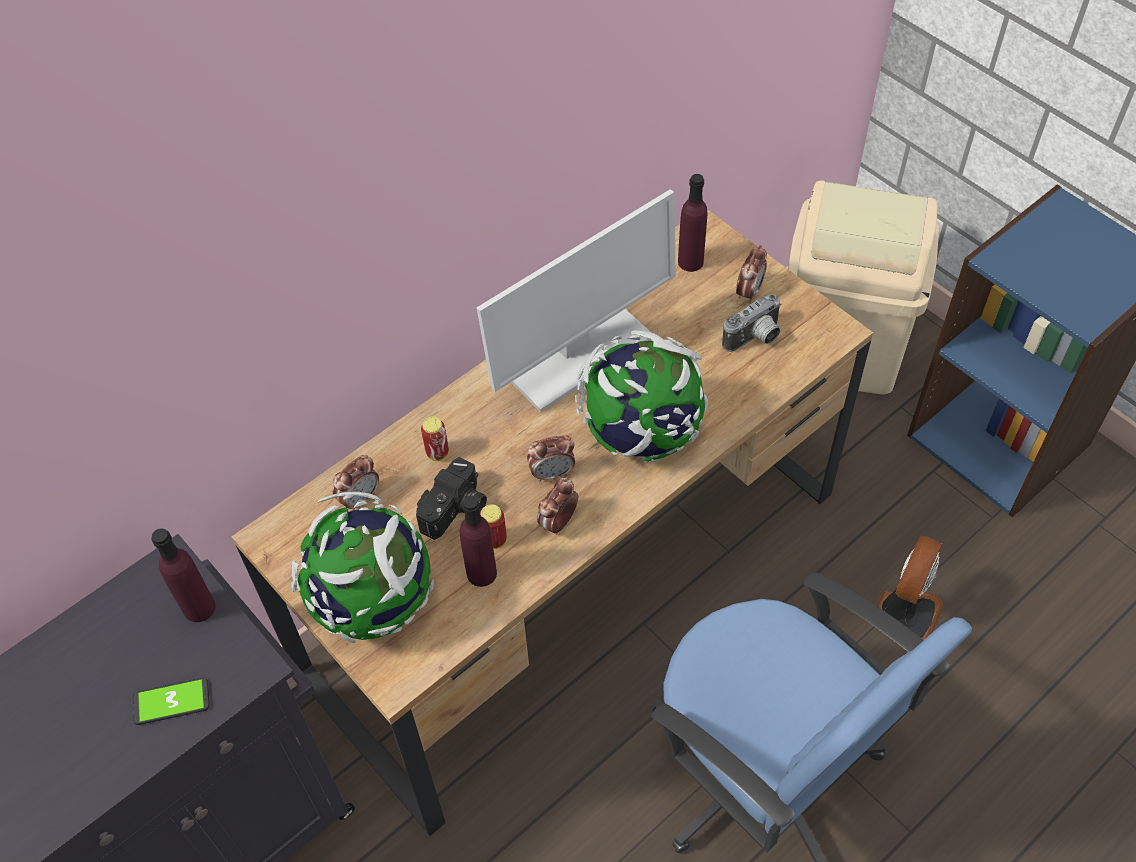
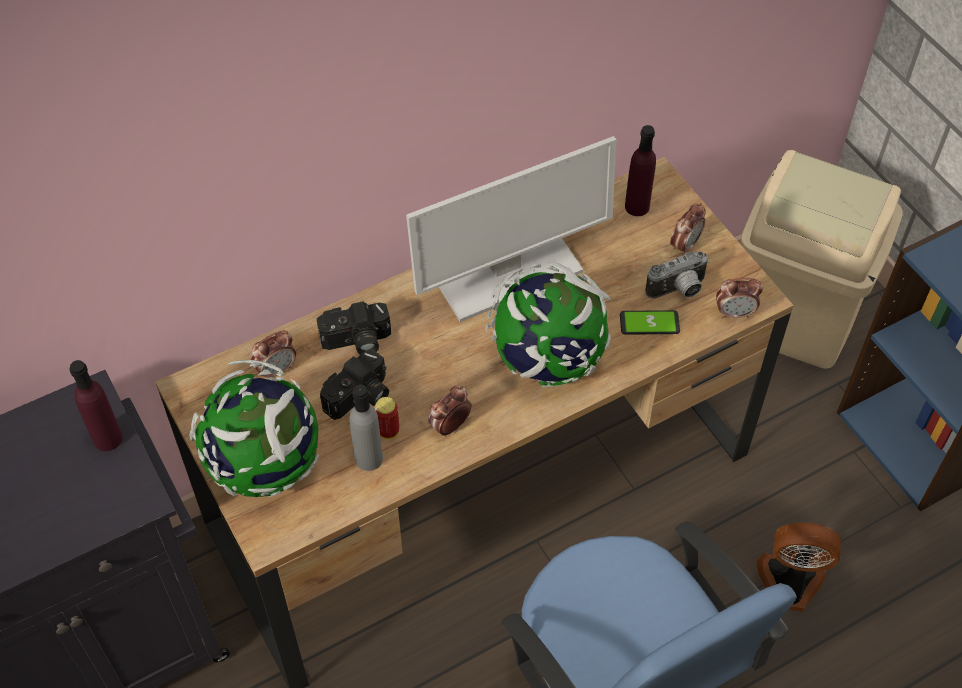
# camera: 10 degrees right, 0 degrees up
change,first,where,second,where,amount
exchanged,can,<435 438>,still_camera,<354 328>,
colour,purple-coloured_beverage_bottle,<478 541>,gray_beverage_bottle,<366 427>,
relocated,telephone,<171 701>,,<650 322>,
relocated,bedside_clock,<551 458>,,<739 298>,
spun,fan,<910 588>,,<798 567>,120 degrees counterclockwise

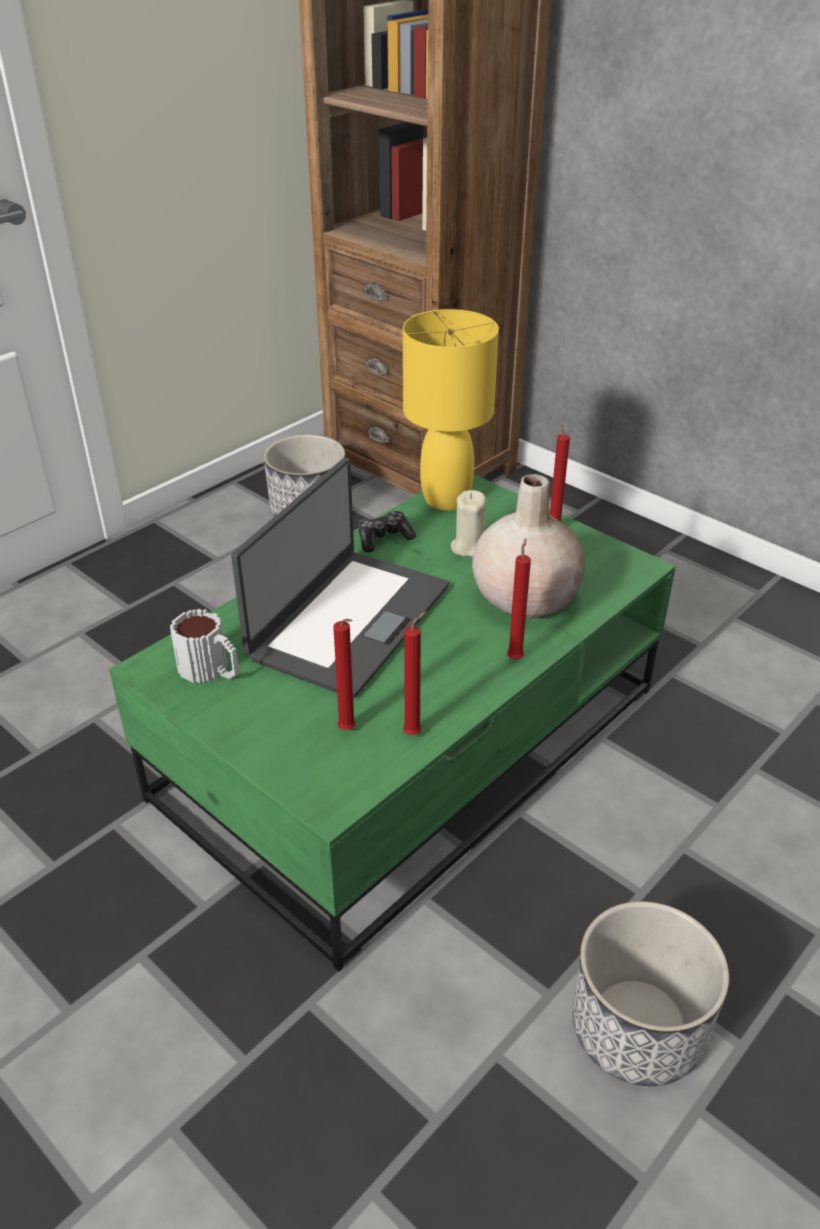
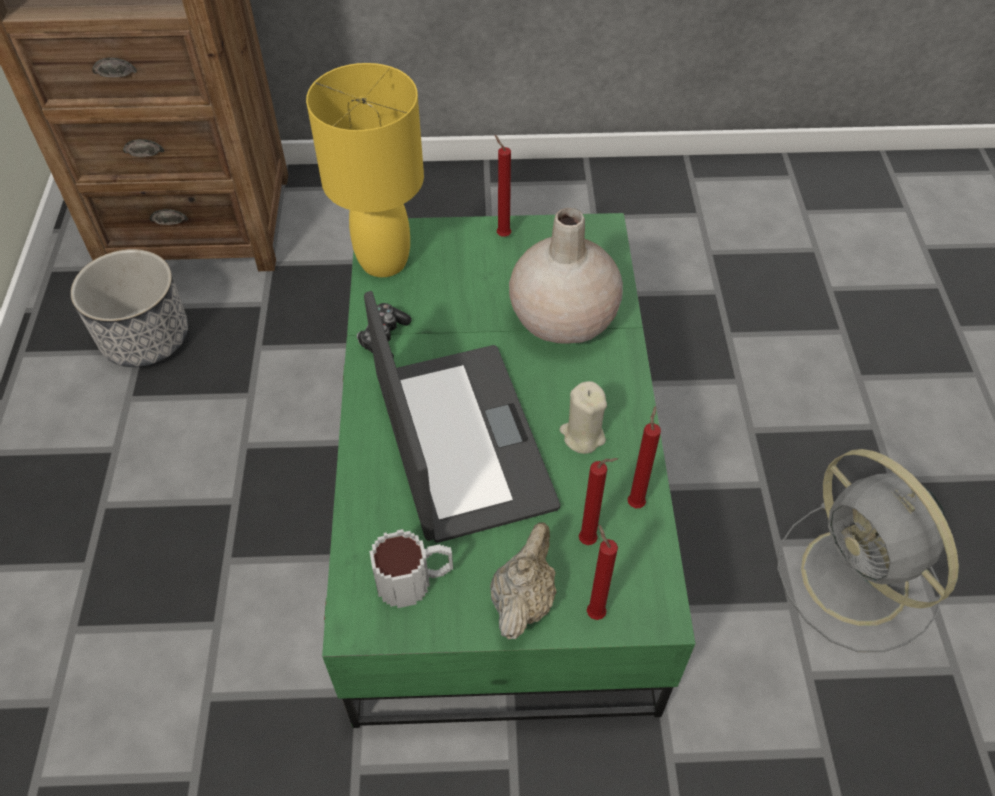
# camera: 45 degrees left, 15 degrees up
change,first,where,second,where,amount
appeared,,,beige-coloured_tea_pot,<523 580>,
relocated,beige-coloured_wax_candle,<468 523>,,<583 417>,
relocated,red_wax_candle,<519 599>,,<602 572>,
exchanged,plant_pot,<651 993>,gray_fan,<868 550>,

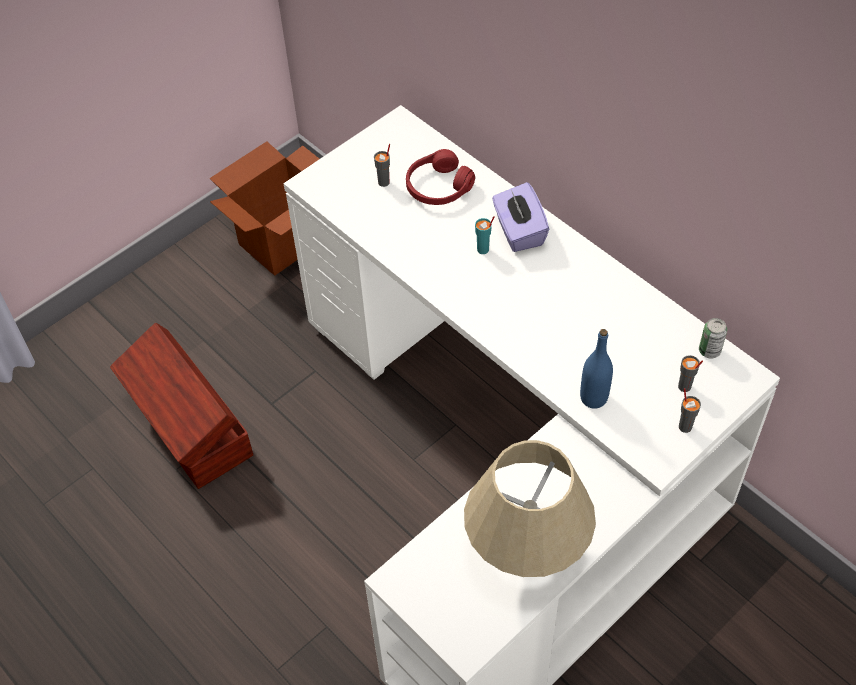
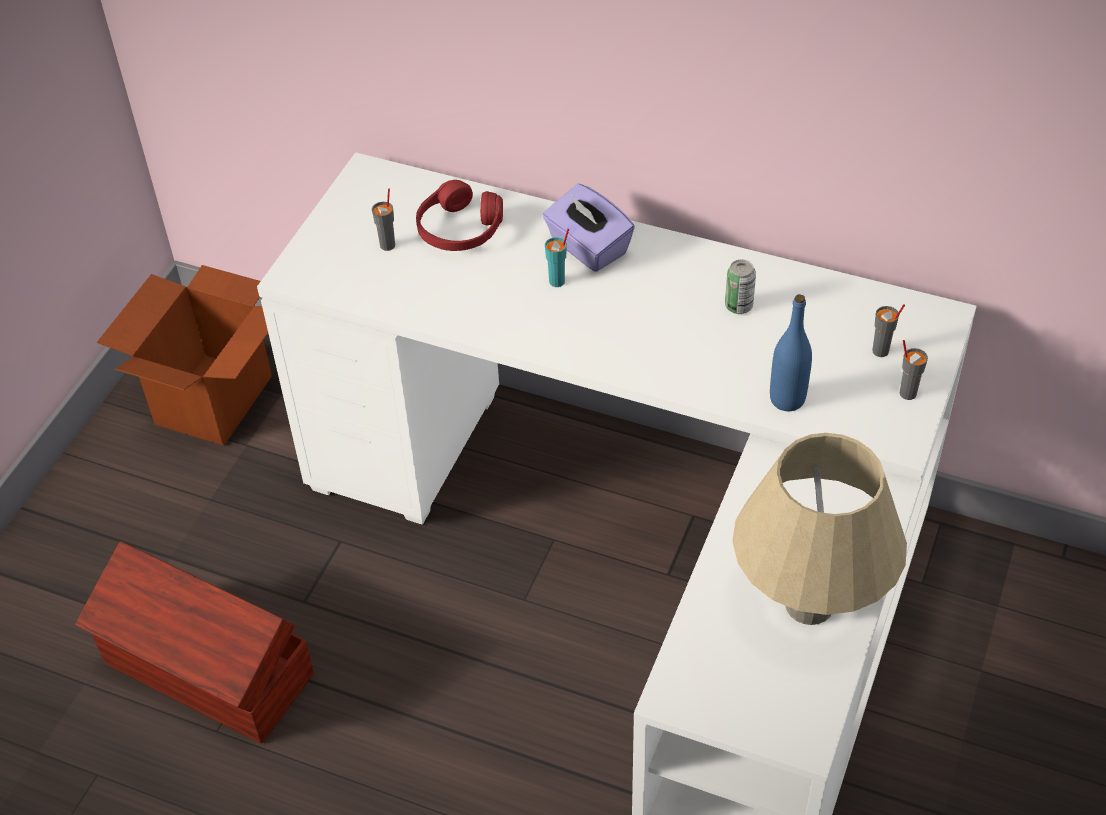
# camera: 25 degrees left, 5 degrees down
change,first,where,second,where,amount
relocated,can,<713 338>,,<740 287>,

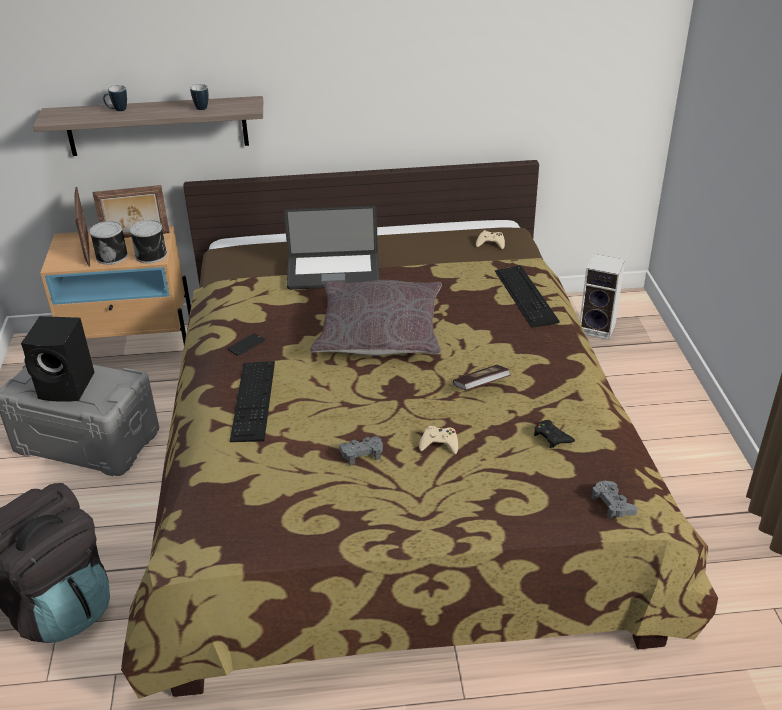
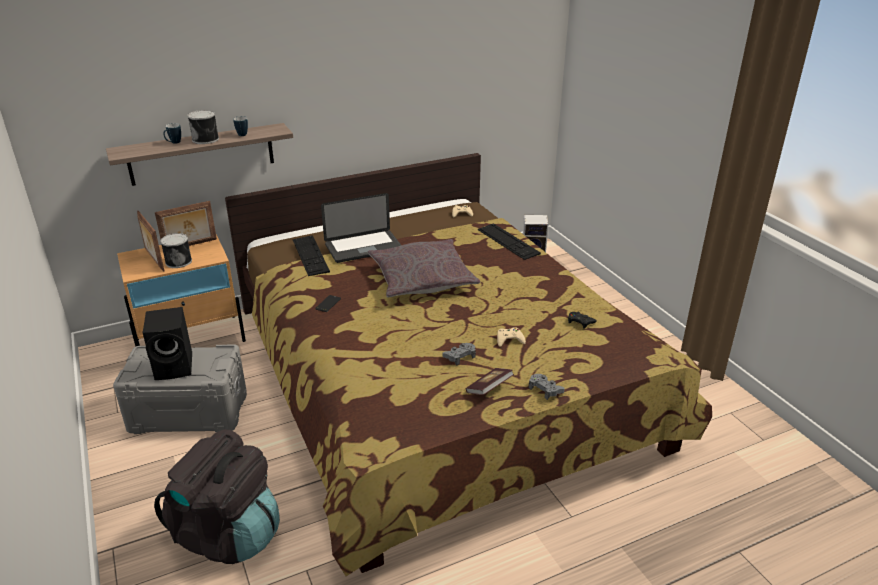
# camera: 20 degrees left, 5 degrees down
change,first,where,second,where,amount
relocated,can,<148 241>,,<203 127>,
relocated,keyboard,<252 401>,,<311 255>,
relocated,bound_book,<482 377>,,<490 381>,
relocated,gray_joypad,<614 500>,,<547 387>,

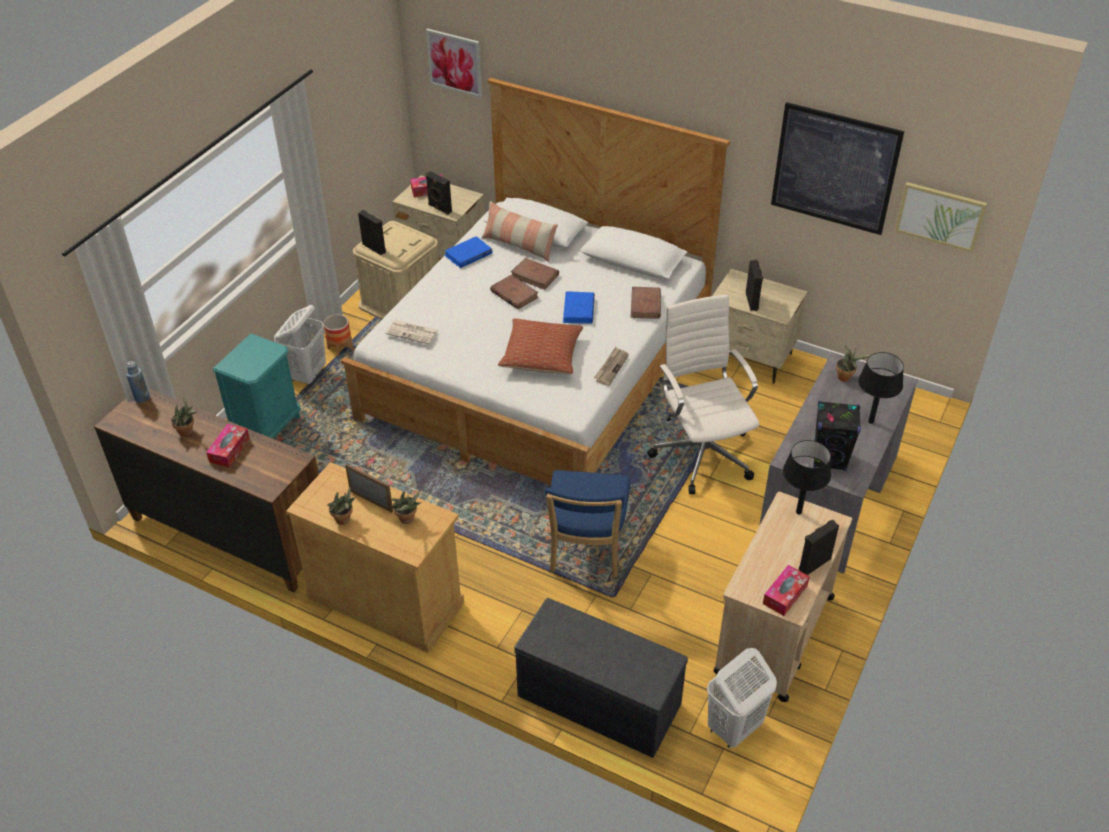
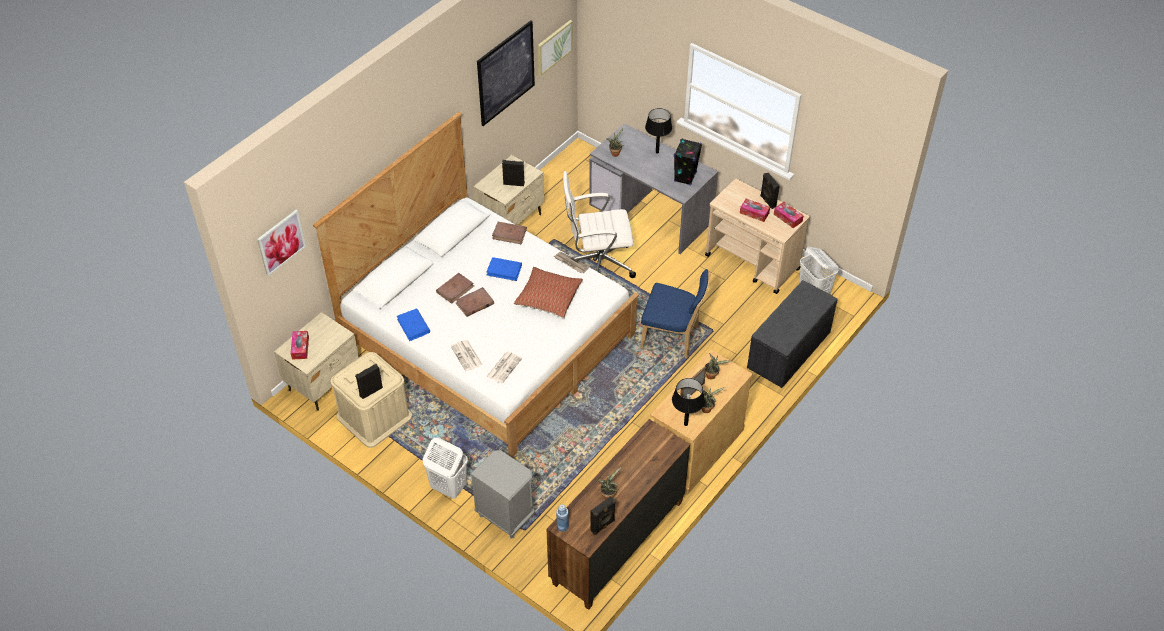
# camera: 80 degrees left, 5 degrees up
change,first,where,second,where,amount
appeared,,,printed_paper,<467 355>,
colour,turquoise_nightstand,<257 386>,gray_nightstand,<502 494>,
relocated,black_loudspeaker,<439 193>,,<602 515>,
relocated,black_table_lamp,<807 477>,,<688 402>,
relocated,box_of_tissues,<228 445>,,<755 210>,
missing,plant_pot,<338 335>,,,
missing,throw_pillow,<519 231>,,,

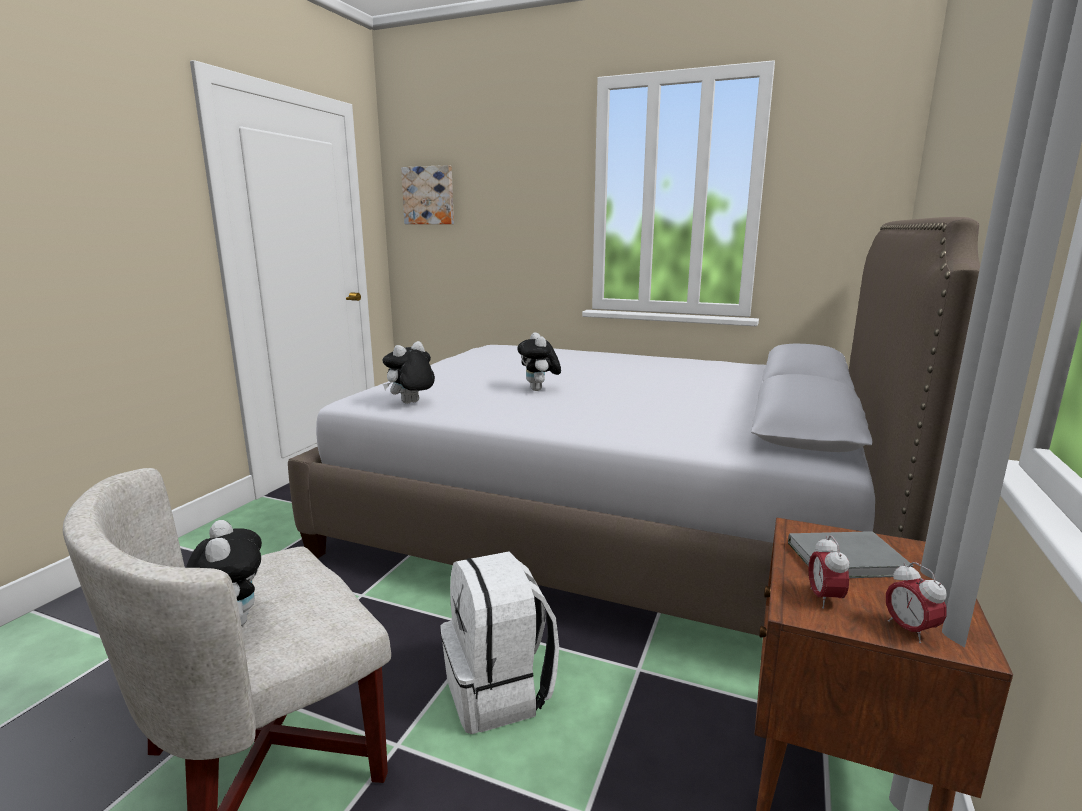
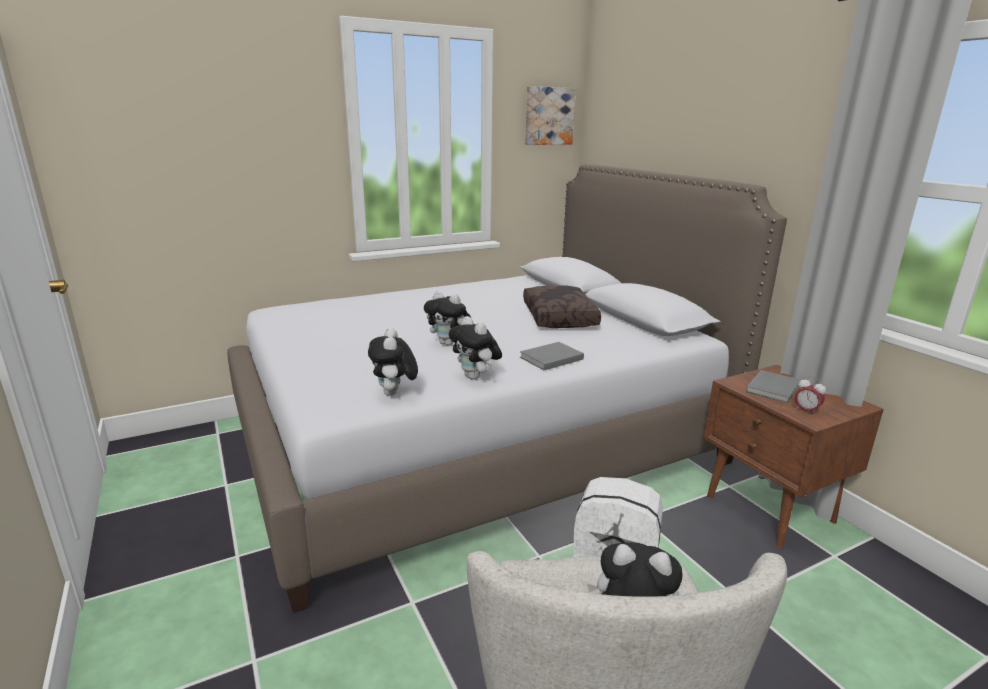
# camera: 50 degrees left, 5 degrees up
change,first,where,second,where,amount
appeared,,,plush_toy,<475 348>,
appeared,,,gray_bound_book,<552 356>,
appeared,,,brown_throw_pillow,<562 306>,
relocated,picture,<427 194>,,<550 115>,
missing,bedside_clock,<916 603>,,,

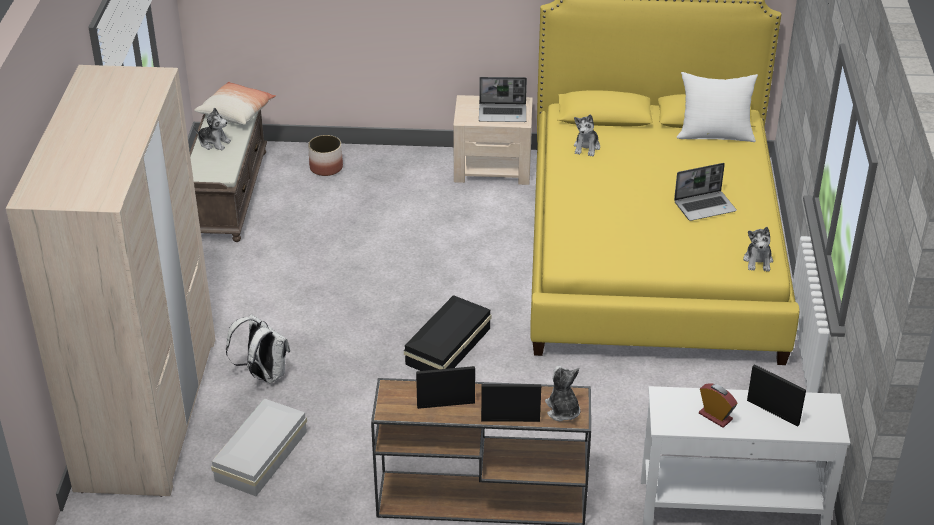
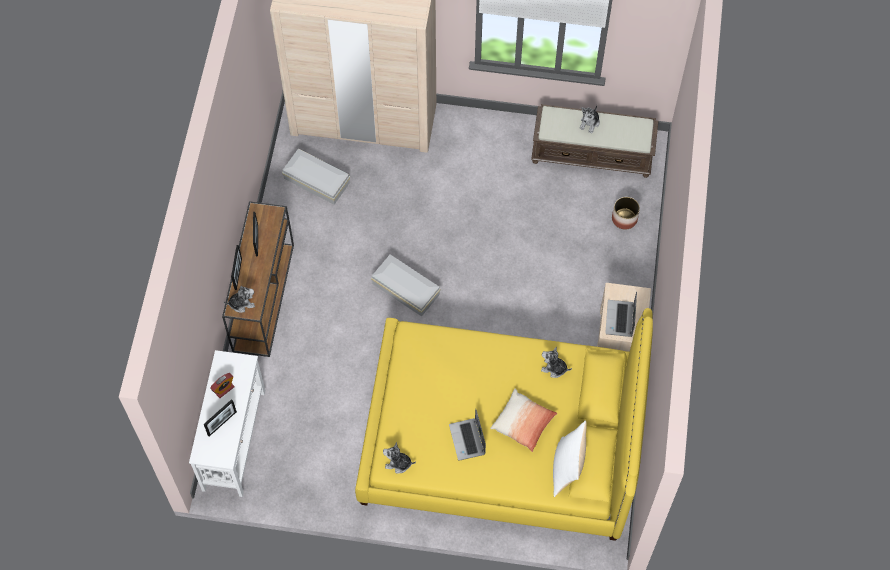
# camera: 95 degrees right, 25 degrees up
change,first,where,second,where,amount
colour,black_storage_container,<448 333>,whitish_storage_container,<406 286>,
relocated,throw_pillow,<235 103>,,<523 420>,
missing,whitish_knapsack,<258 349>,,,

